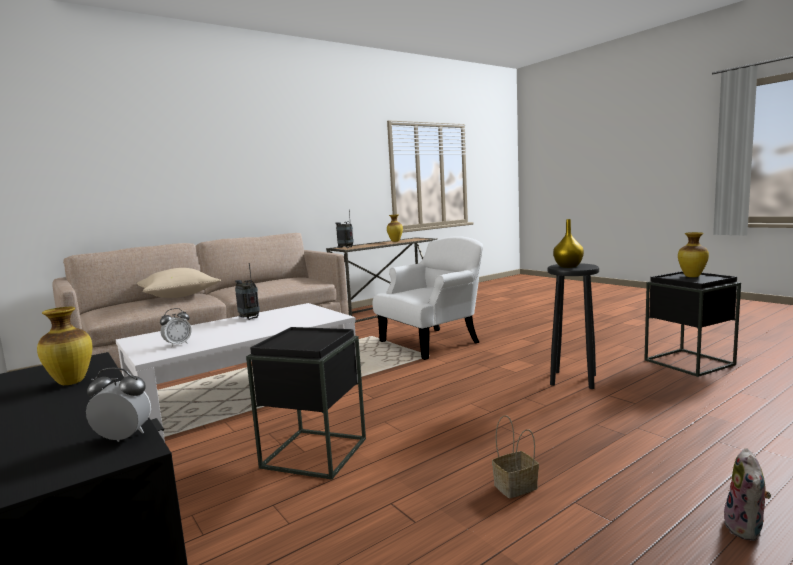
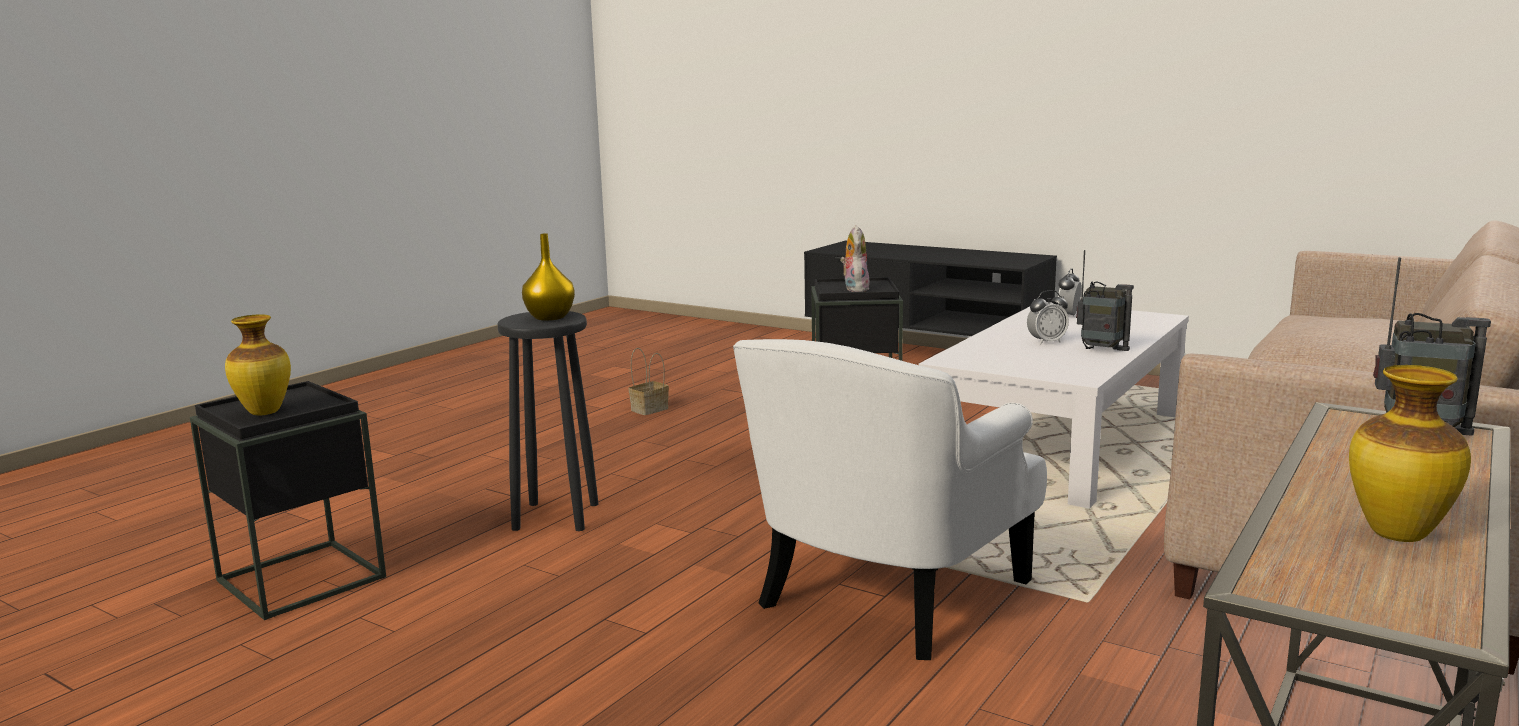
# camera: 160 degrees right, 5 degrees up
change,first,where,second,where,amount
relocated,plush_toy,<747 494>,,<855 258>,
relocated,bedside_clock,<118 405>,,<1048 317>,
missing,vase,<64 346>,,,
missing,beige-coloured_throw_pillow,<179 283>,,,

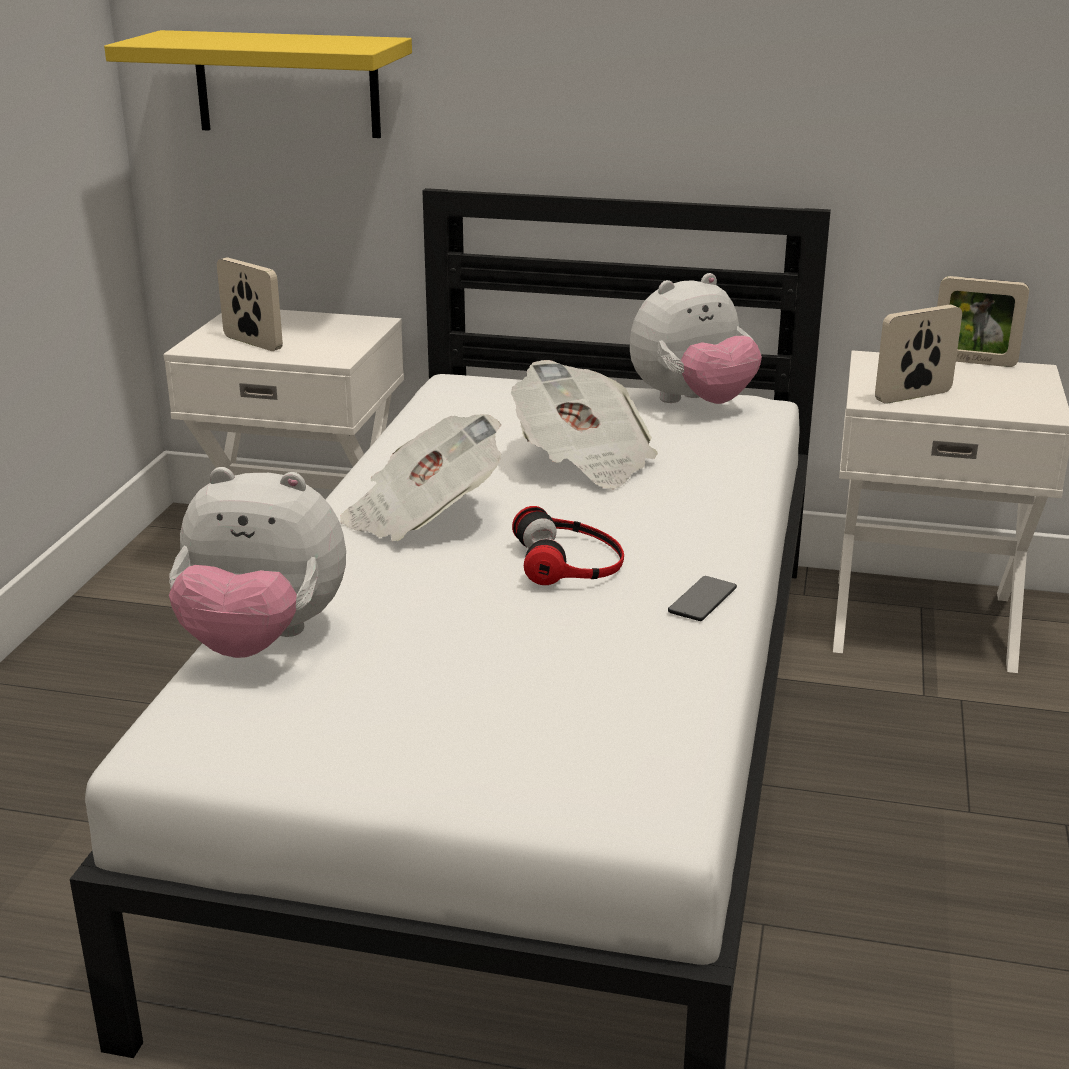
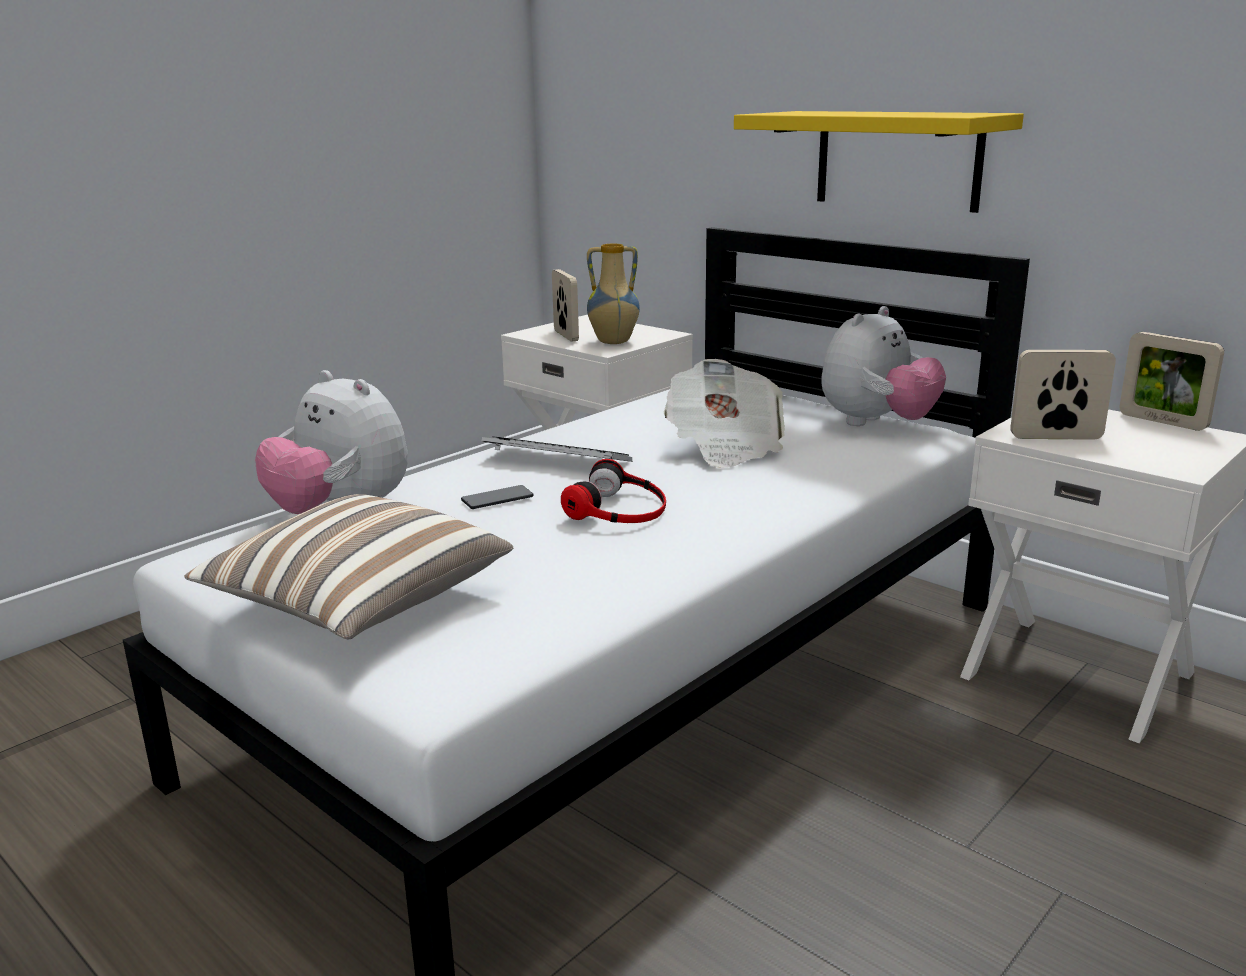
# camera: 30 degrees right, 5 degrees down
change,first,where,second,where,amount
appeared,,,throw_pillow,<348 566>,
relocated,telephone,<702 598>,,<497 497>,
exchanged,printed_paper,<421 477>,keyboard,<557 449>,
appeared,,,vase,<613 294>,
relocated,yellow-coloured_wall_shelf,<258 84>,,<879 162>,
spun,plush_toy,<696 338>,,<883 366>,45 degrees counterclockwise

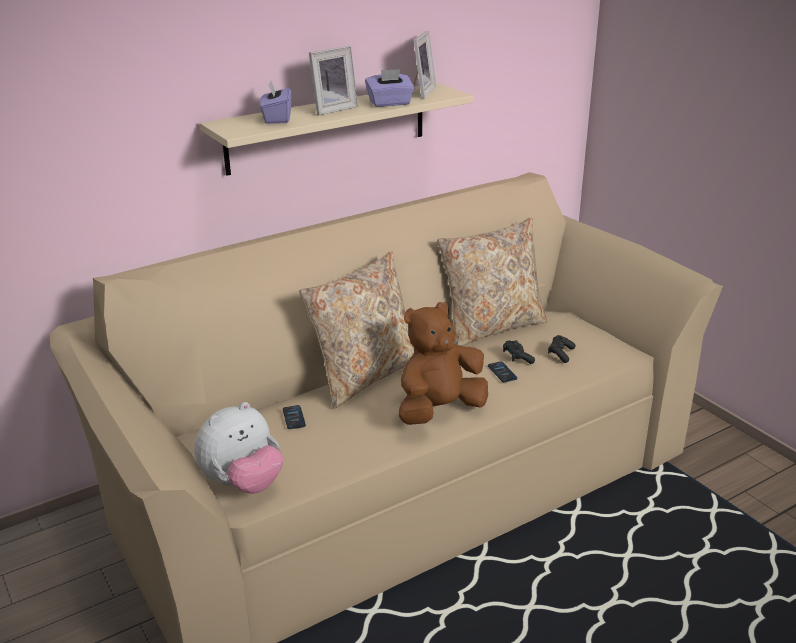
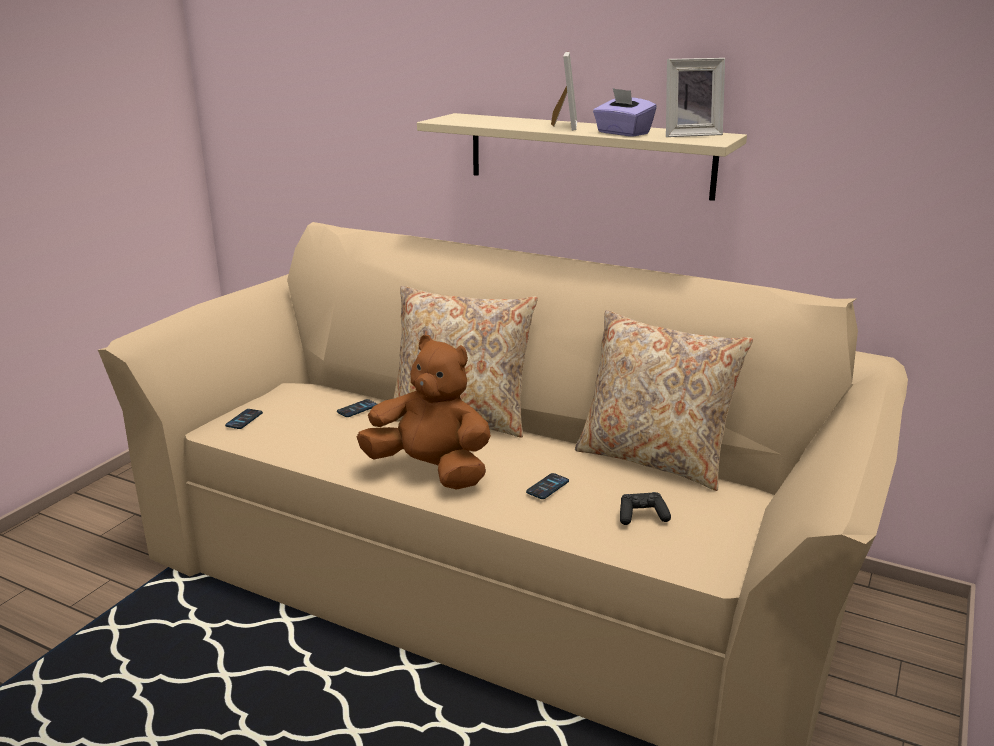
# camera: 60 degrees right, 5 degrees down
change,first,where,second,where,amount
exchanged,plush_toy,<238 448>,telephone,<244 419>,
spun,photo_frame,<333 80>,,<564 91>,105 degrees counterclockwise
missing,purple-coloured_box_of_tissues,<275 102>,,,
missing,black_joypad,<519 352>,,,

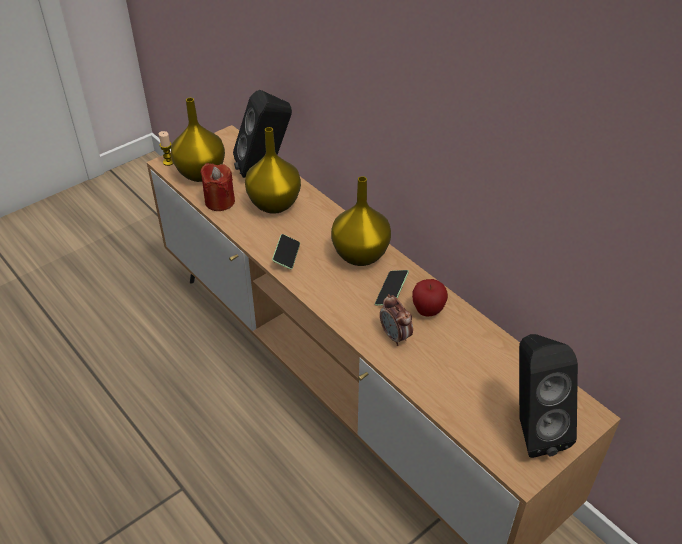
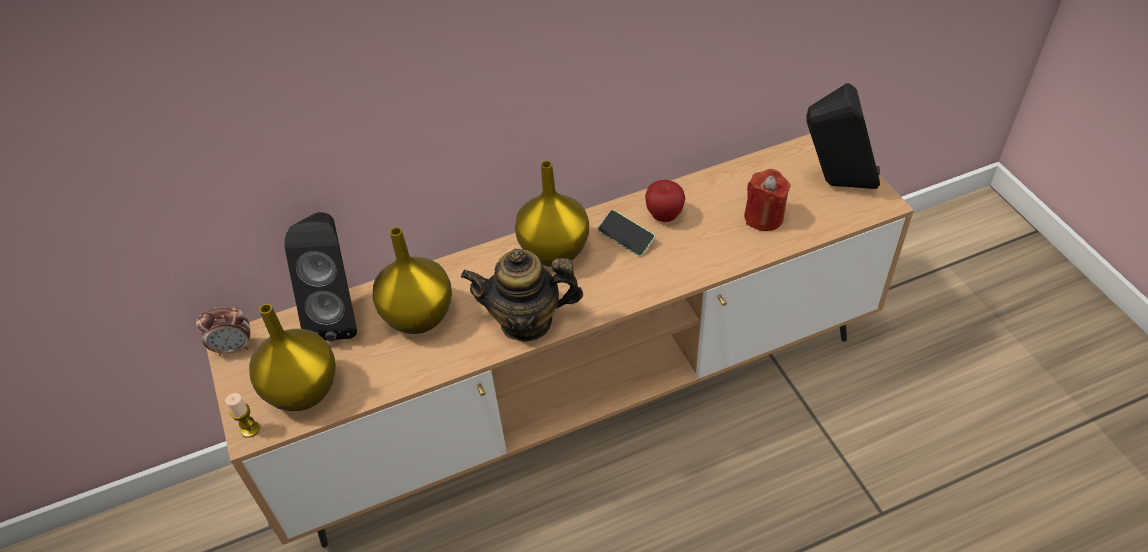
# camera: 70 degrees left, 5 degrees up
change,first,where,second,where,amount
relocated,bedside_clock,<396 320>,,<223 331>,
exchanged,telephone,<286 251>,tea_pot,<522 295>,
relocated,red_wax_candle,<217 187>,,<767 200>,

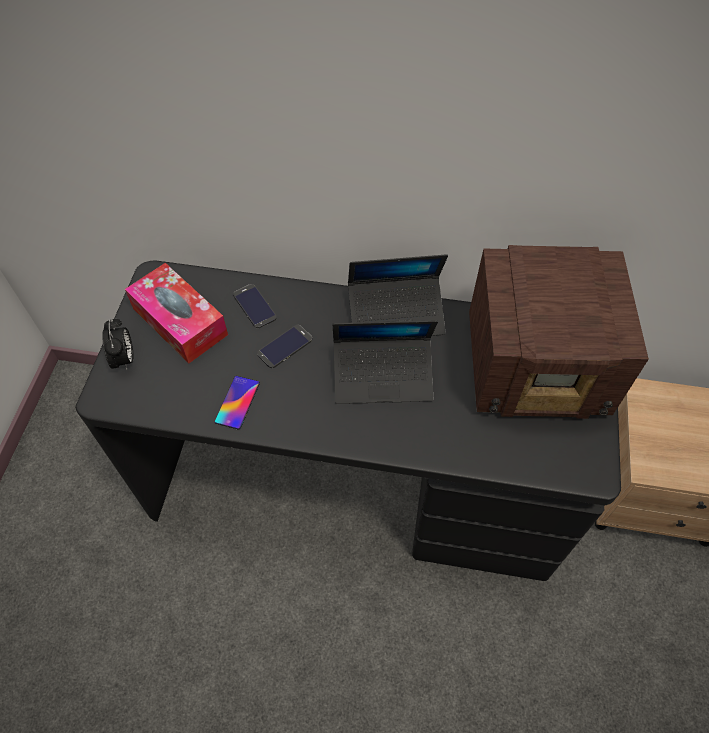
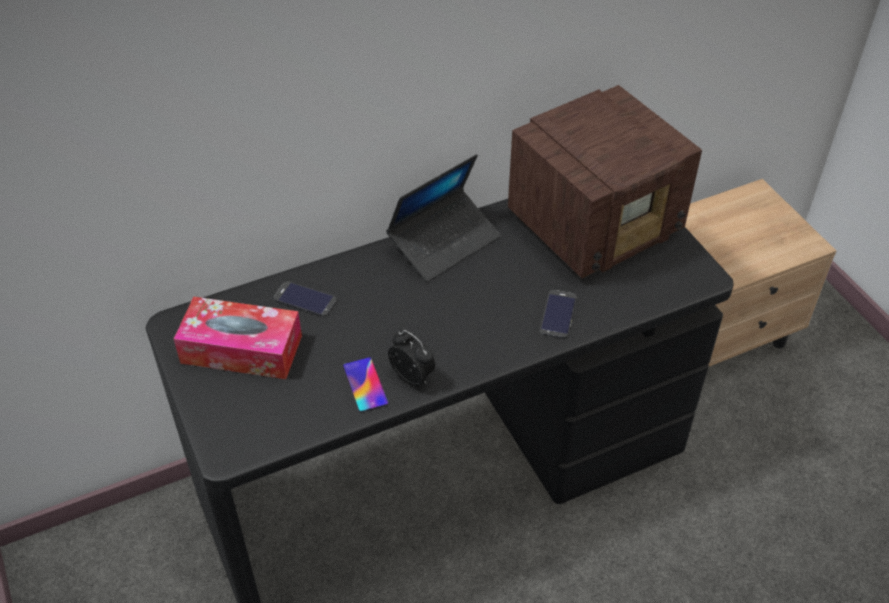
# camera: 35 degrees left, 10 degrees down
change,first,where,second,where,amount
relocated,bedside_clock,<118 344>,,<411 358>,
relocated,telephone,<284 346>,,<558 314>,
missing,portable_computer,<385 362>,,,

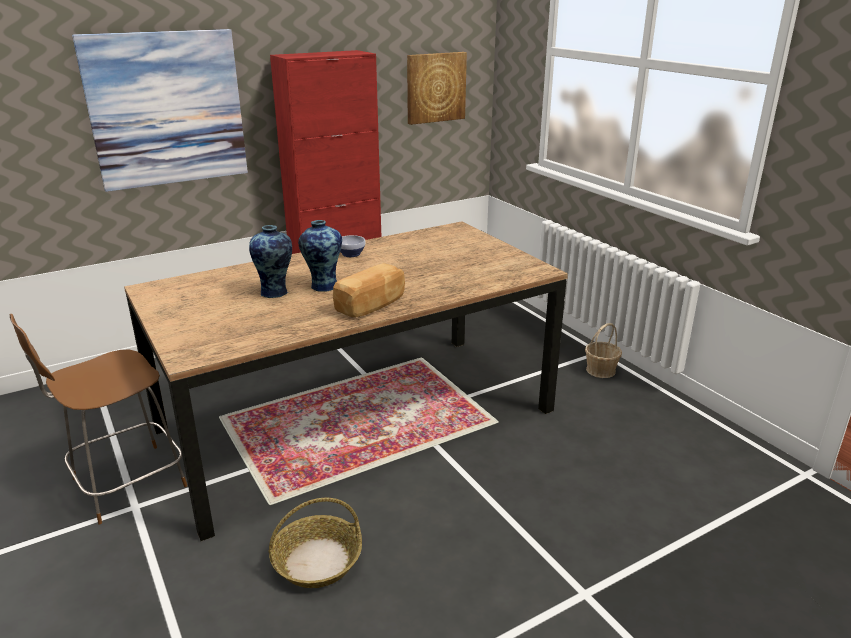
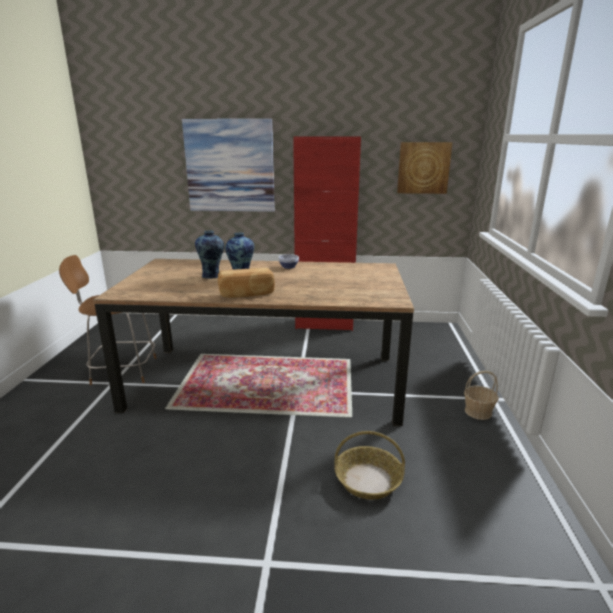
# camera: 35 degrees right, 5 degrees down
change,first,where,second,where,amount
relocated,storage_basket,<315 543>,,<369 465>,

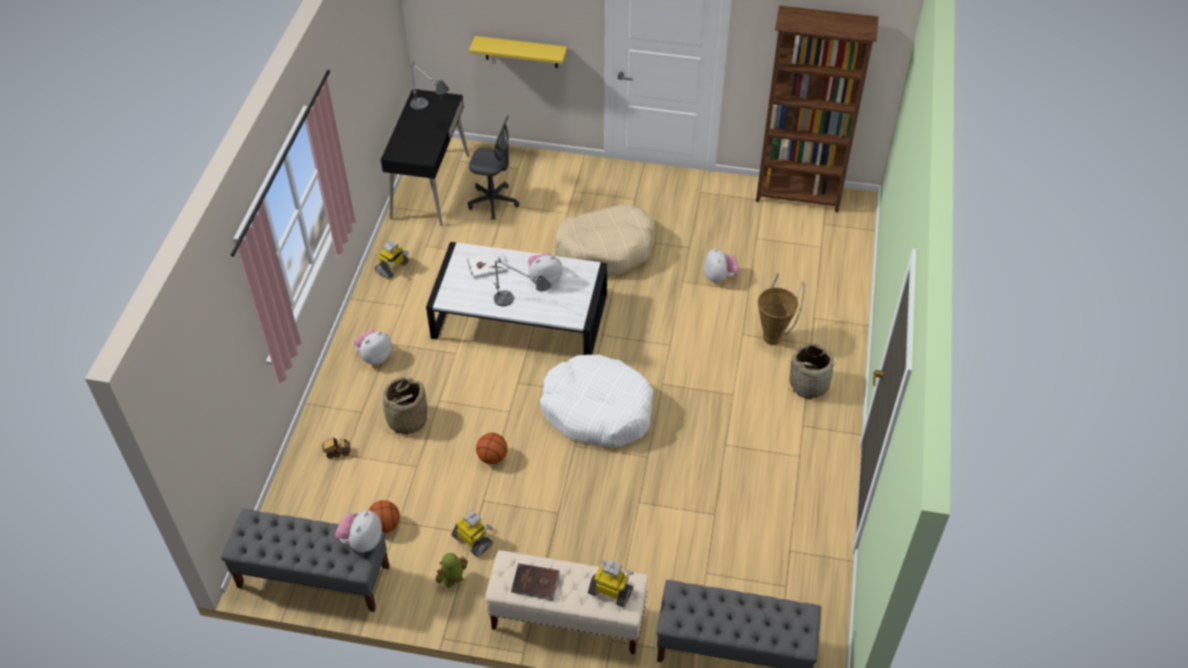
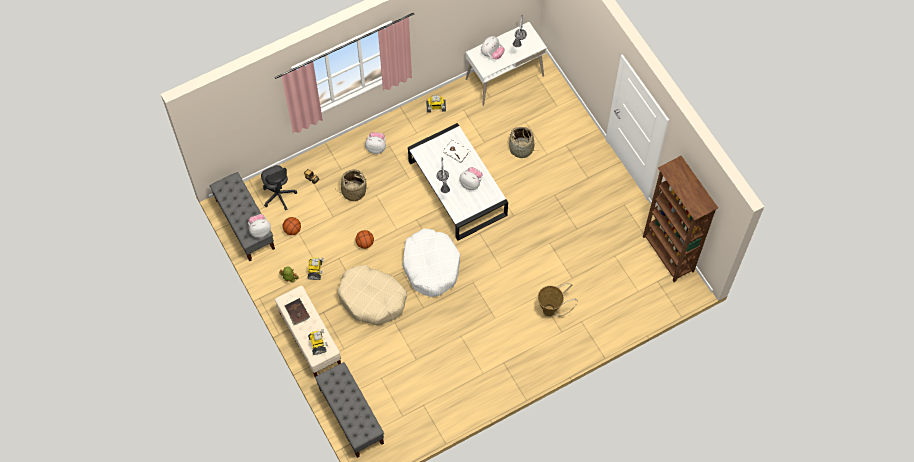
# camera: 50 degrees right, 15 degrees up
change,first,where,second,where,amount
relocated,gray_computer_chair,<494 168>,,<279 187>,
relocated,beige-coloured_pet_bed,<604 240>,,<372 295>,
colour,black_desk_unit,<425 157>,whitish_desk_unit,<506 64>,
relocated,plush_toy,<721 265>,,<493 48>,
relocated,storage_basket,<813 371>,,<522 142>,
missing,yellow-coloured_wall_shelf,<518 52>,,,

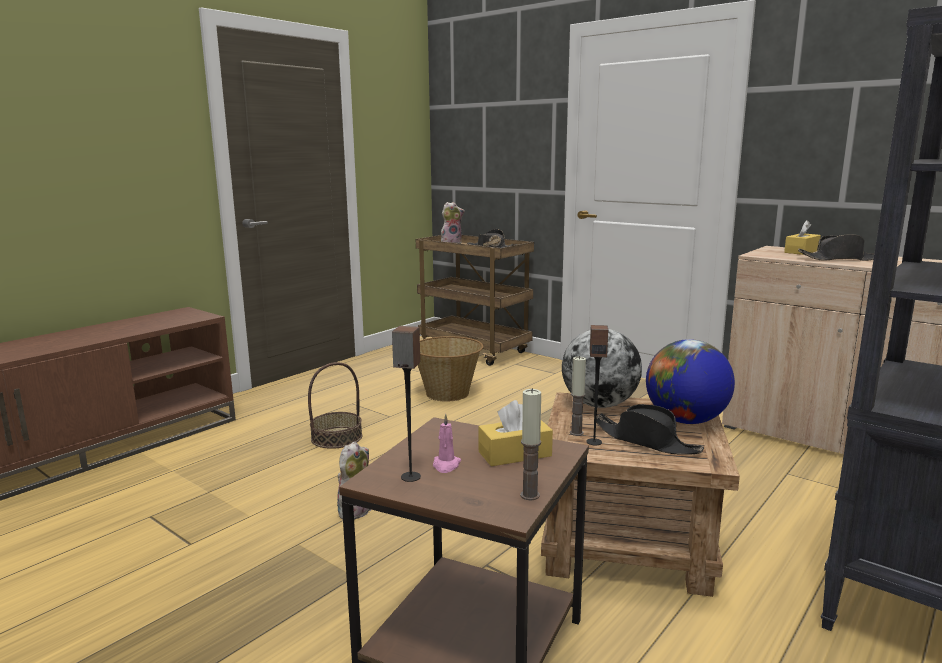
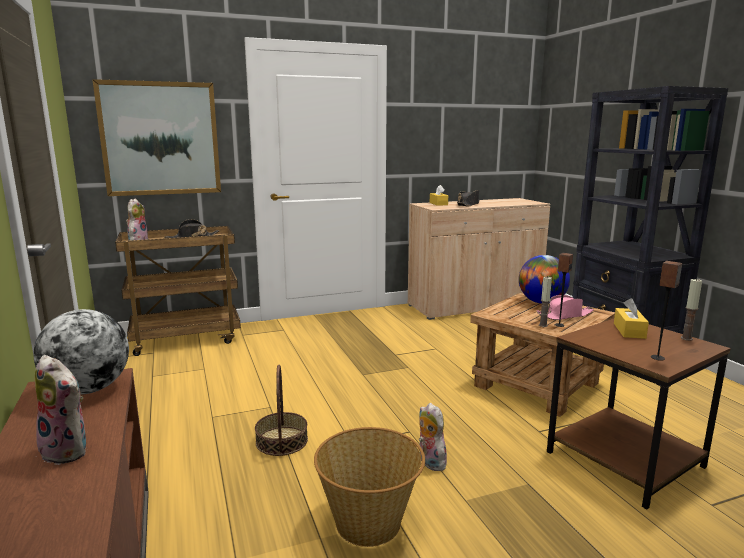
# camera: 60 degrees left, 0 degrees up
change,first,where,second,where,amount
relocated,world_globe,<602 368>,,<81 352>,
appeared,,,plush_toy,<60 410>,
appeared,,,picture,<156 137>,
relocated,storage_basket,<450 369>,,<369 487>,
colour,black_wearable_hat,<650 429>,pinkish_wearable_hat,<565 307>,
missing,pinkish_wax_candle,<447 443>,,,

